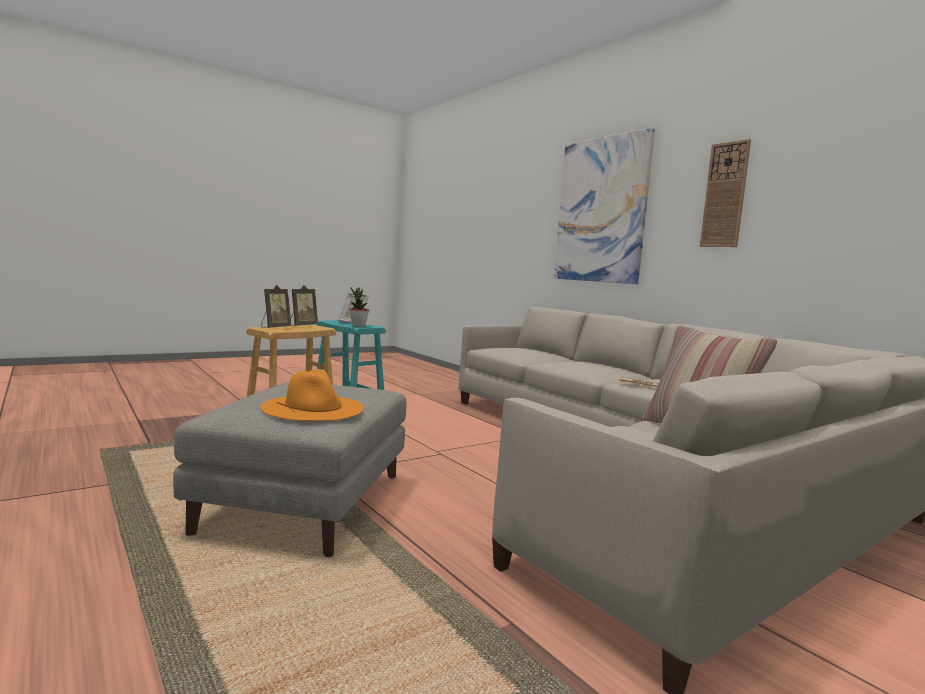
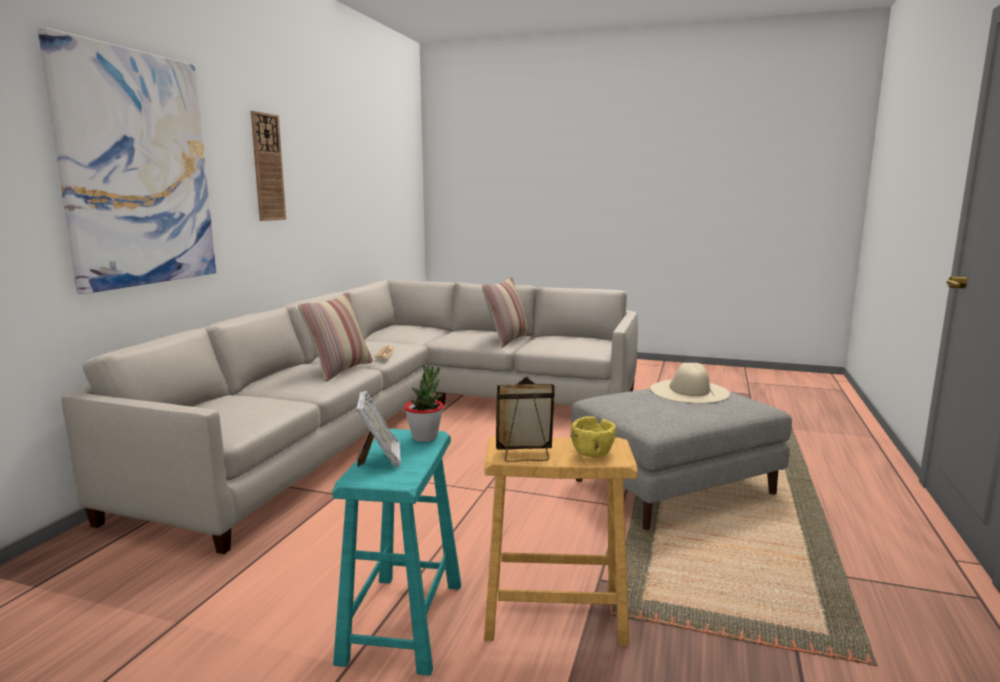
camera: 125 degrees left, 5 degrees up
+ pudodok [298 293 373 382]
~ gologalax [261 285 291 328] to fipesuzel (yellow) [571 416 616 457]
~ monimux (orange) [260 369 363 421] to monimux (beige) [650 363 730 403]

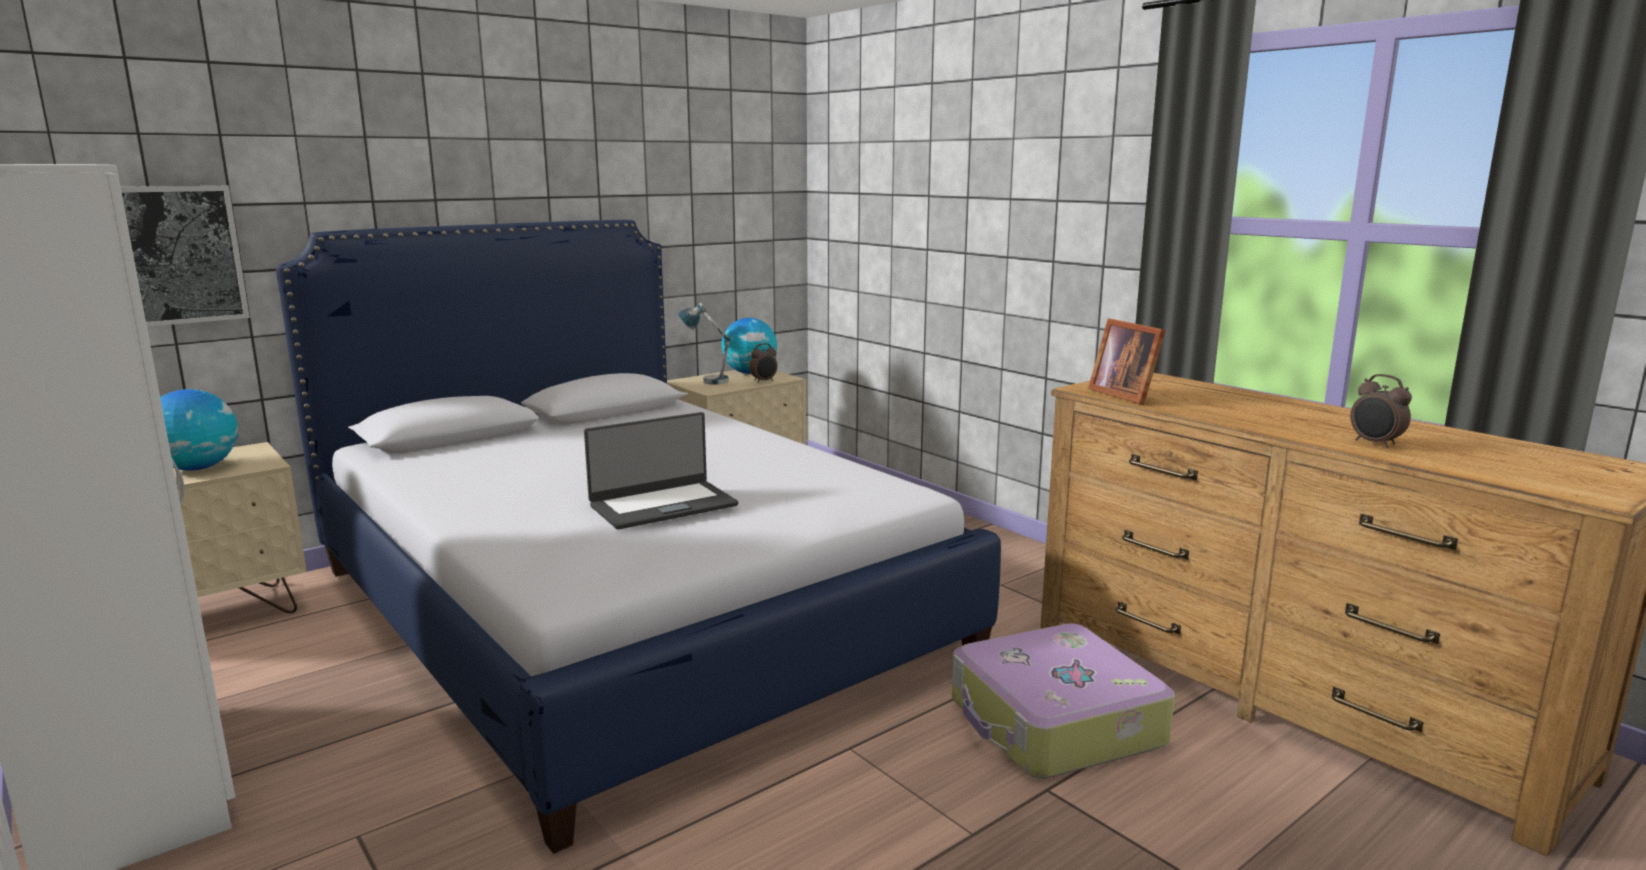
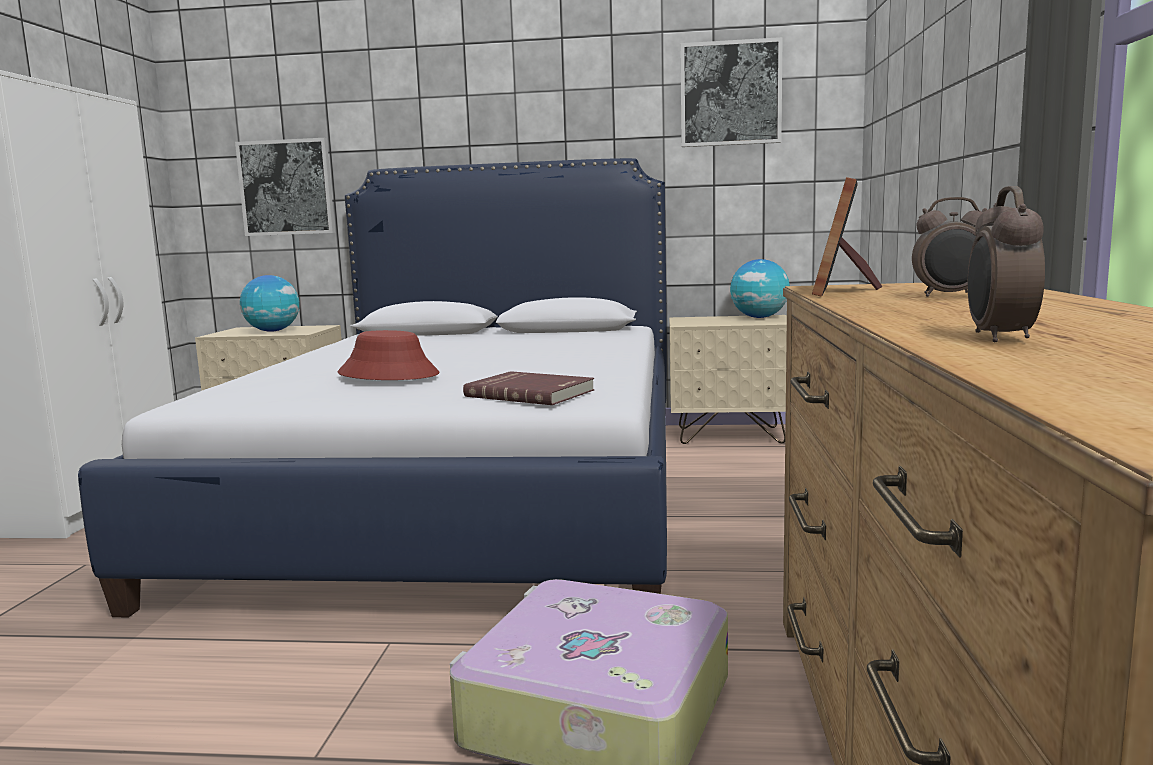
camera: 45 degrees right, 5 degrees down
~ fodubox [584 412 738 530] to monimux (red) [337 330 439 380]
+ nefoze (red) [463 371 595 405]
+ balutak [680 37 783 147]
~ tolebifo [749 343 778 383] to [912 197 987 297]
- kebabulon [678 303 731 385]

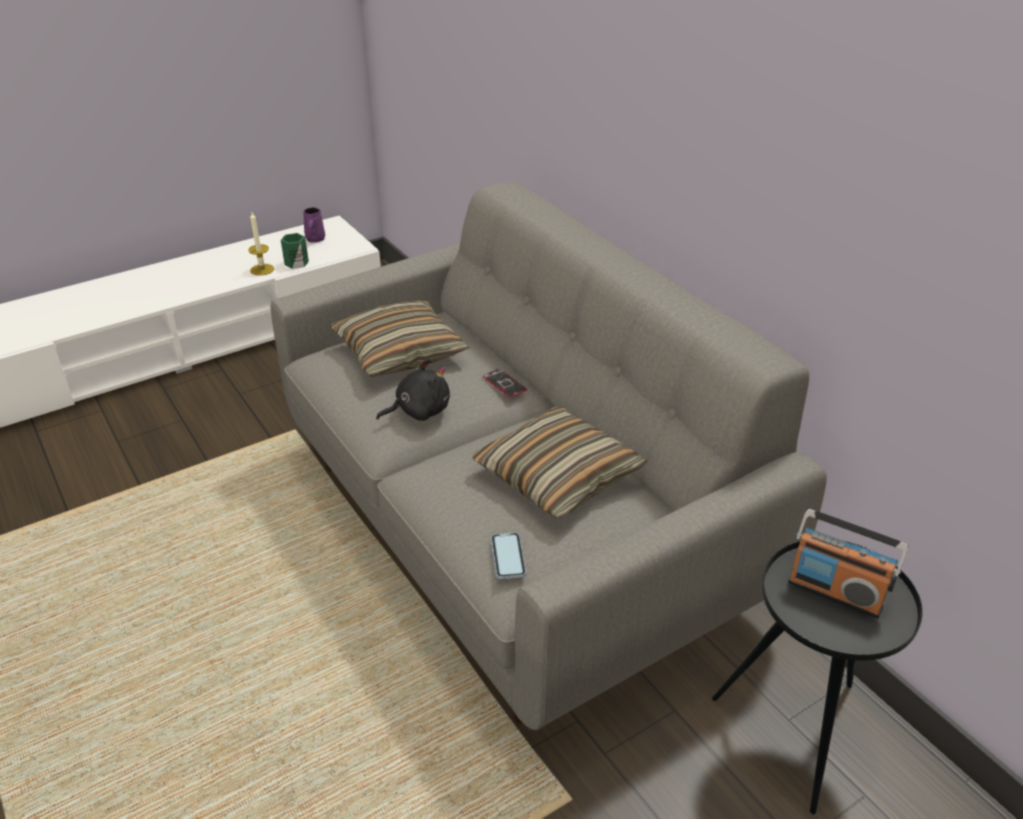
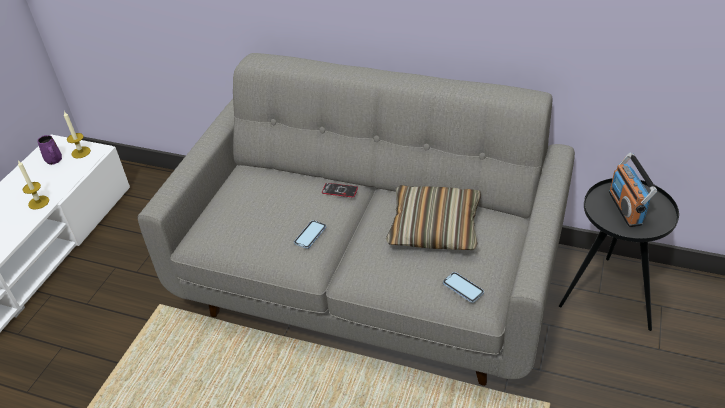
camera: 35 degrees left, 5 degrees up
+ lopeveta [64 111 91 158]
~ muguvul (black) [376 359 450 421] to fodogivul [294 220 326 249]
~ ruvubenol [788 509 908 619] = [609 153 657 227] 90 degrees clockwise
- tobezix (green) [281 233 309 269]
- pudodok [331 300 470 377]

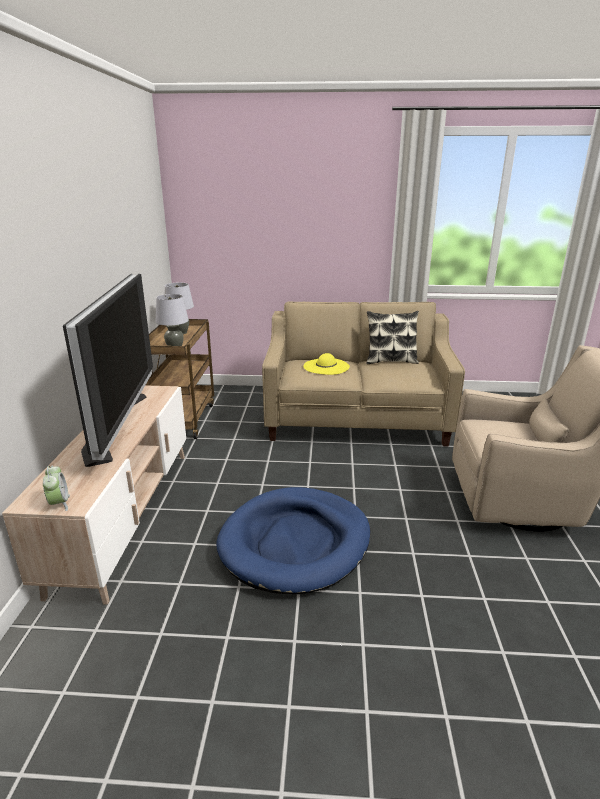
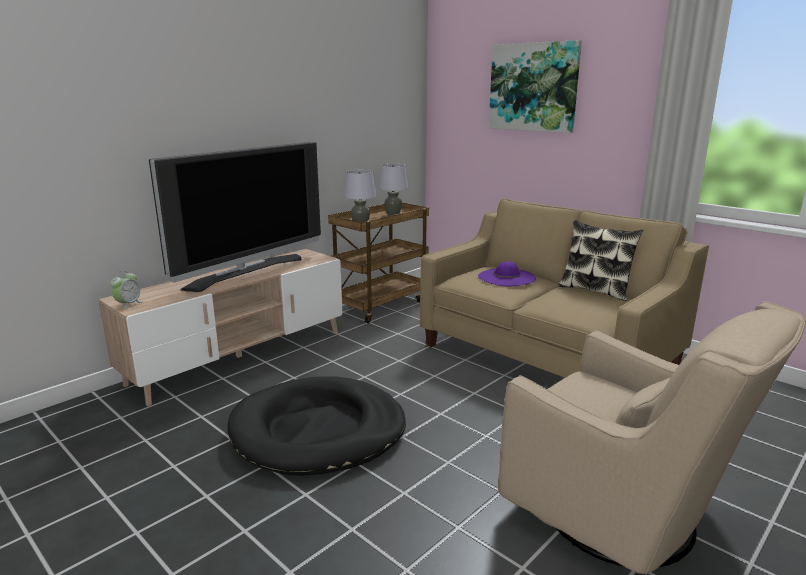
camera: 40 degrees right, 5 degrees down
~ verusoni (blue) [216 487 370 594] to verusoni (black) [227 376 406 476]
~ monimux (yellow) [303 353 350 375] to monimux (purple) [478 261 536 287]
+ balutak [489 40 582 133]

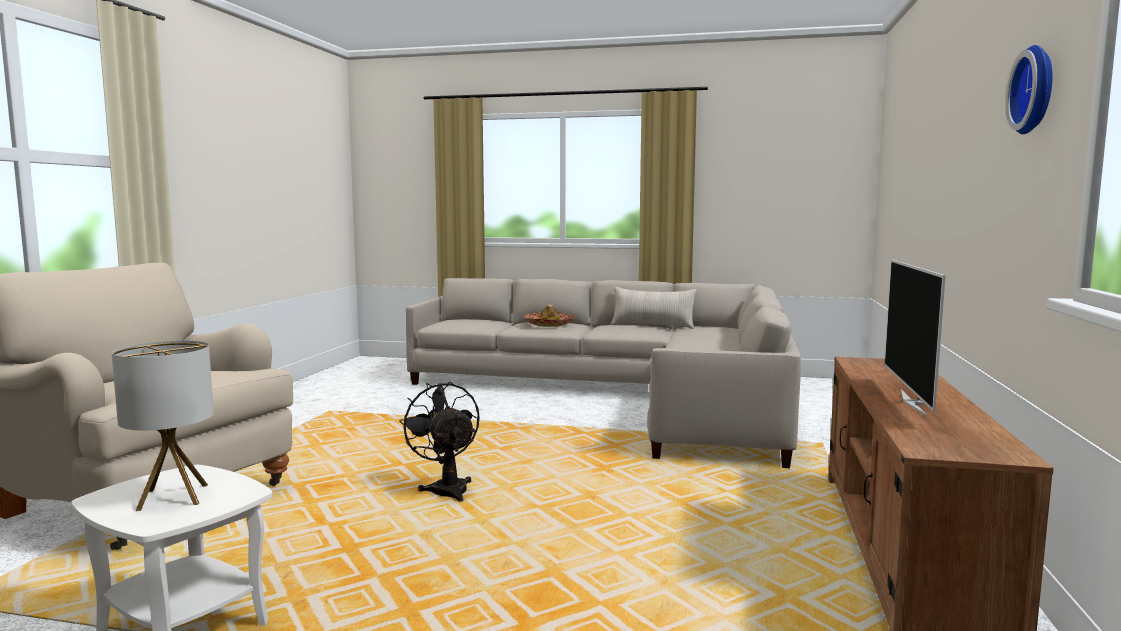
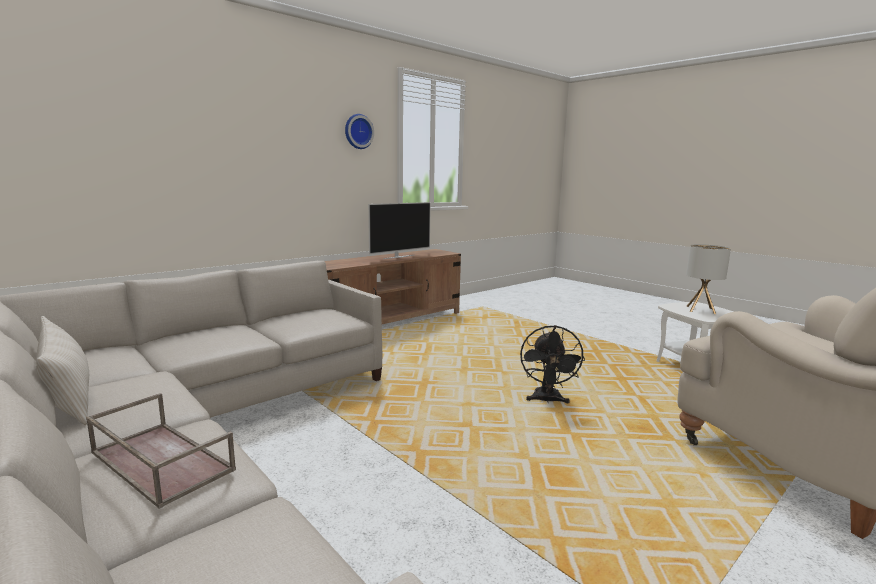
camera: 145 degrees left, 5 degrees up
~ monimux [524 305 575 327] to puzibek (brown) [86 393 236 509]

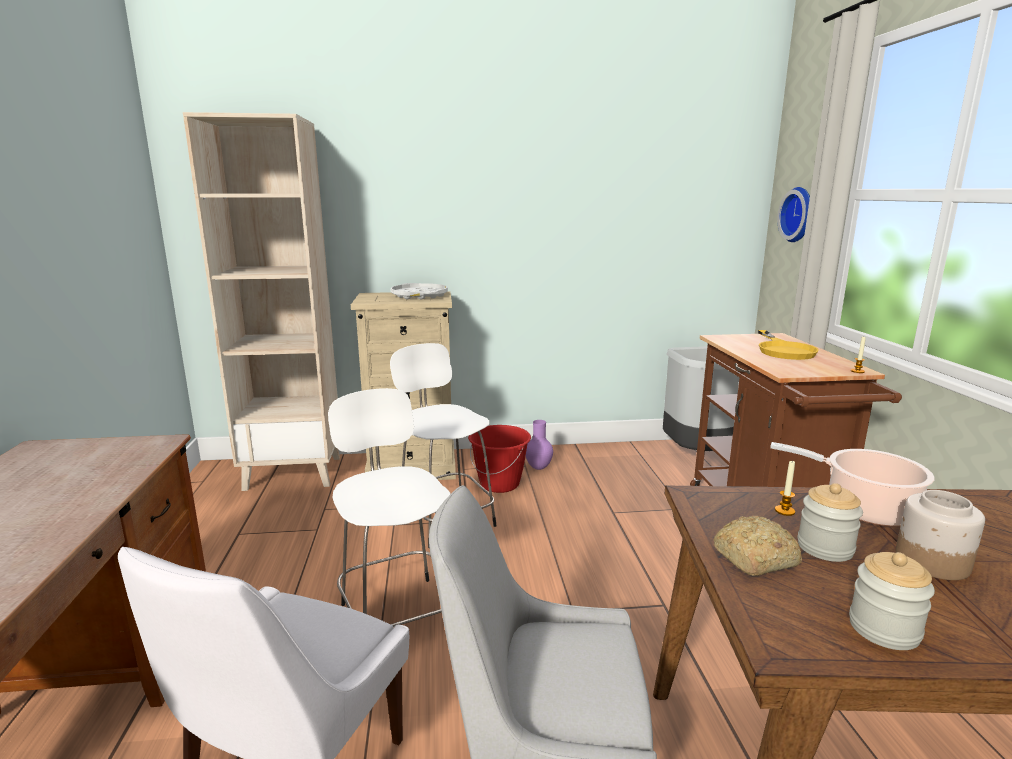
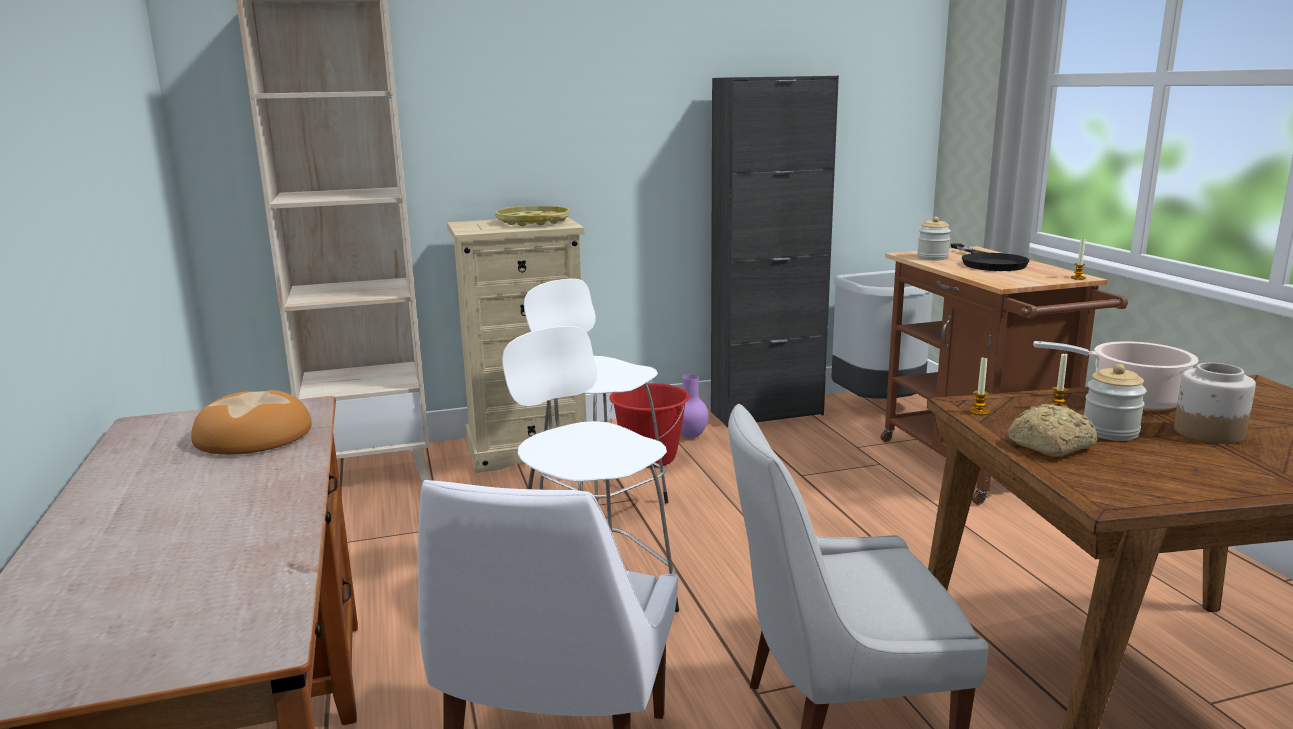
camera: 10 degrees left, 0 degrees up
+ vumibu [191 390 312 455]
~ puzibek (white) [391 283 448 300] to puzibek (yellow) [495 206 570 226]
+ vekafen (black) [711 76 839 427]
~ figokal [849 552 935 650] to [917 216 951 260]
~ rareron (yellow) [758 330 819 360] to rareron (black) [951 243 1030 271]
+ lopeveta [969 356 990 415]
- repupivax [777 187 810 242]

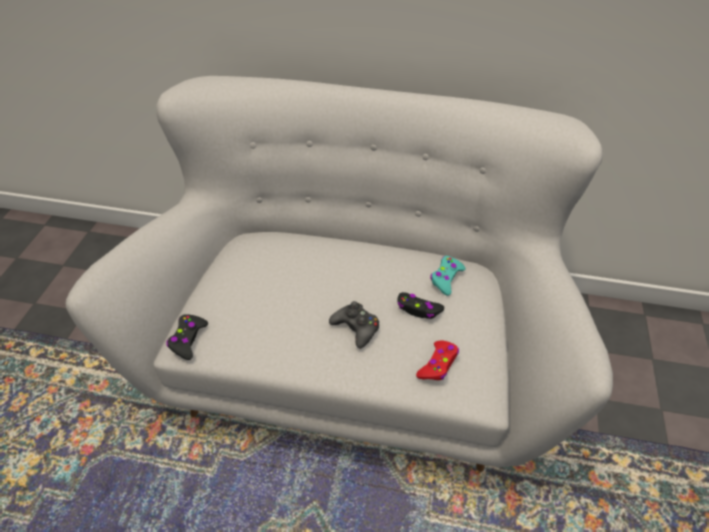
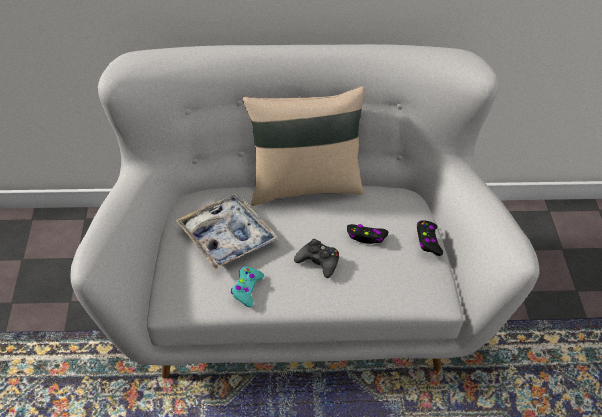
camera: 15 degrees left, 0 degrees up
+ puzibek [176 194 279 270]
~ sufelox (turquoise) [430 256 466 296] to [231 266 264 307]
+ pudodok (beige) [243 86 365 206]
~ sufelox (black) [166 314 208 360] to [417 220 443 256]
- sufelox (red) [416 341 459 380]

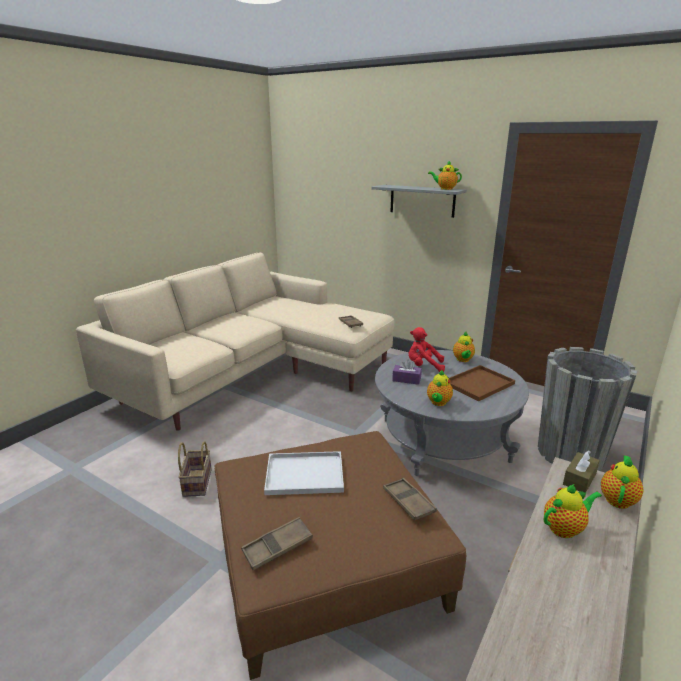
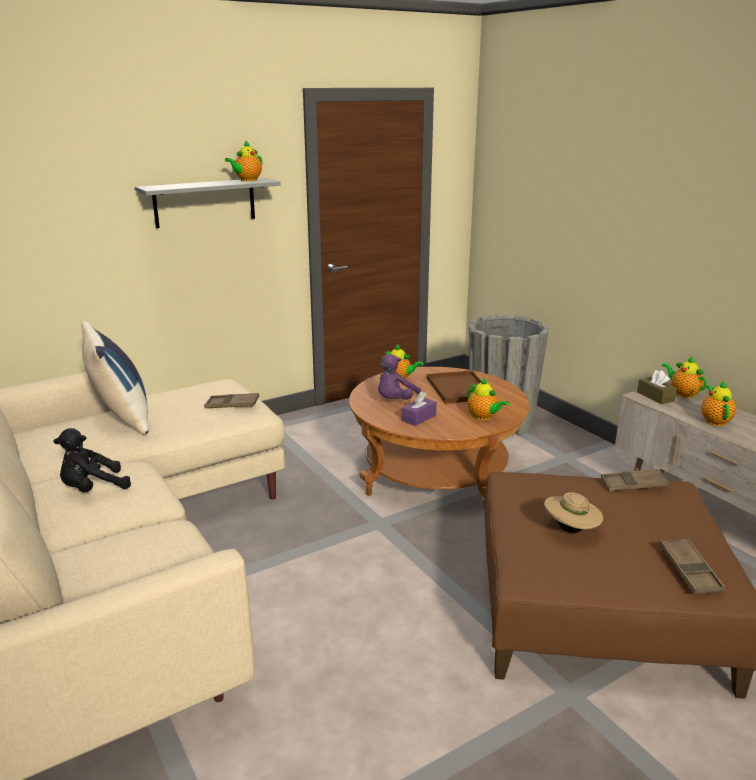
camera: 65 degrees left, 0 degrees up
+ muguvul (black) [53 428 131 492]
+ pudodok (blue) [81 321 149 435]
~ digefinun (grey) [375 350 529 476] to digefinun (brown) [349 367 529 510]
~ muguvul (red) [409 327 445 372] to muguvul (purple) [378 354 422 400]
~ puzibek (white) [264 451 344 495] to monimux (beige) [544 492 603 533]
- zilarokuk [178 441 212 497]

